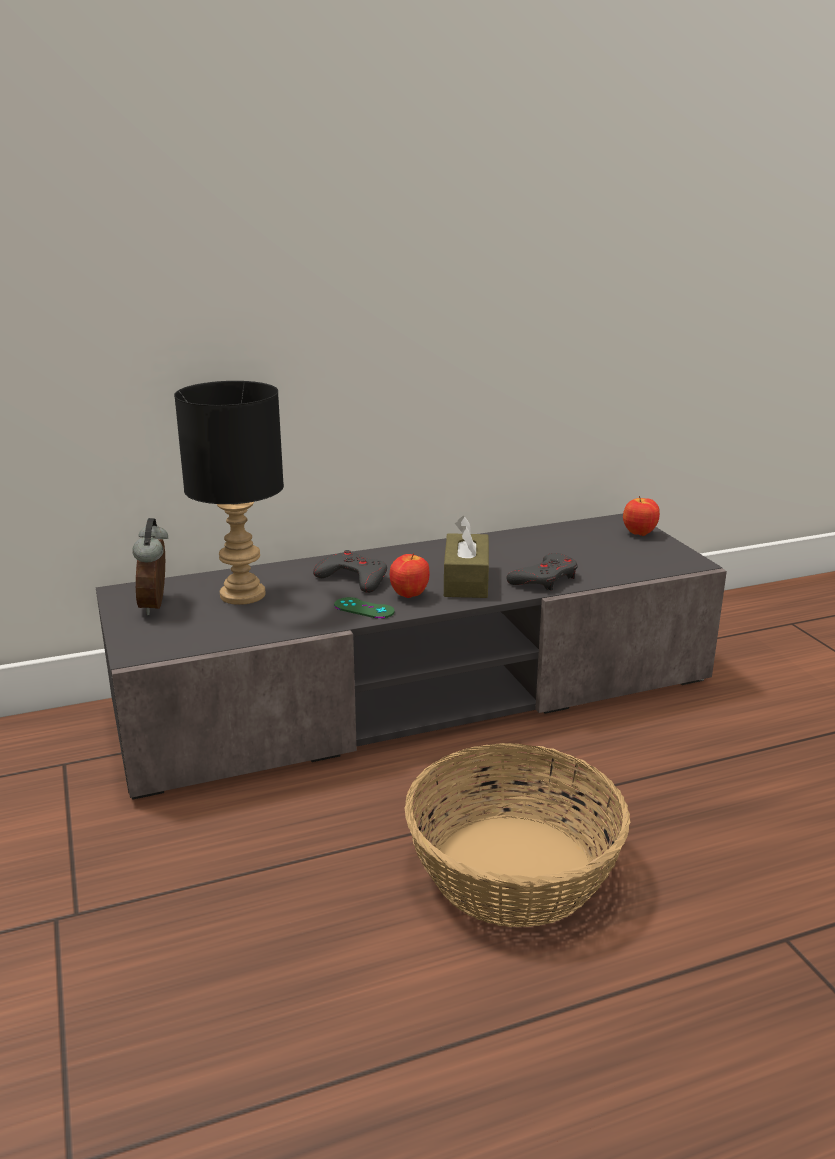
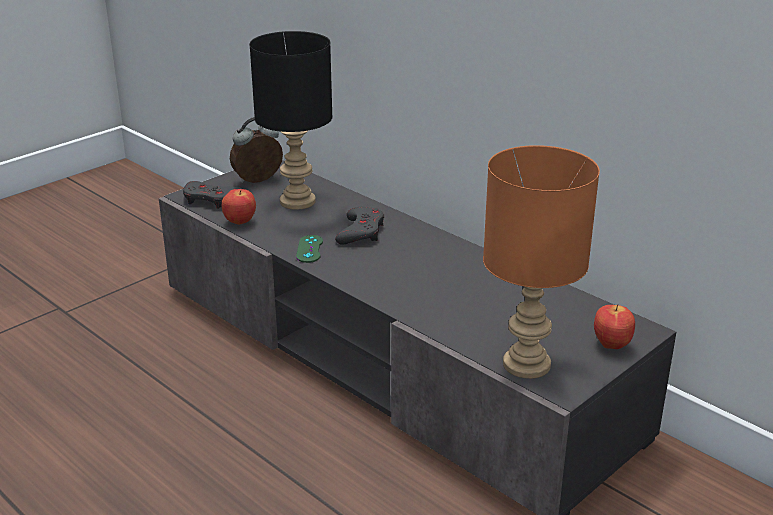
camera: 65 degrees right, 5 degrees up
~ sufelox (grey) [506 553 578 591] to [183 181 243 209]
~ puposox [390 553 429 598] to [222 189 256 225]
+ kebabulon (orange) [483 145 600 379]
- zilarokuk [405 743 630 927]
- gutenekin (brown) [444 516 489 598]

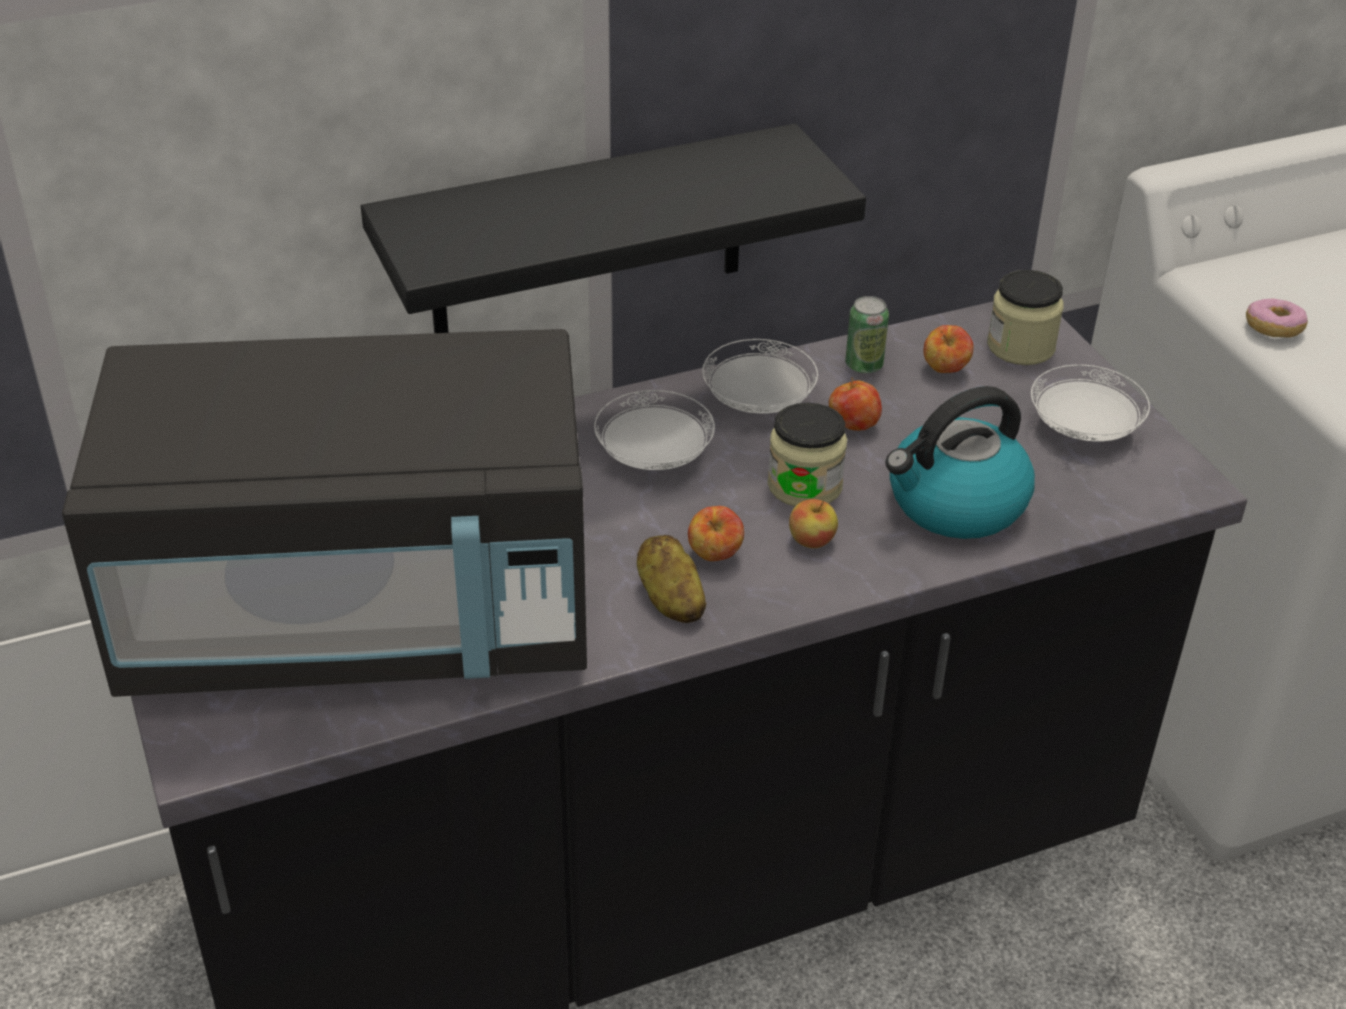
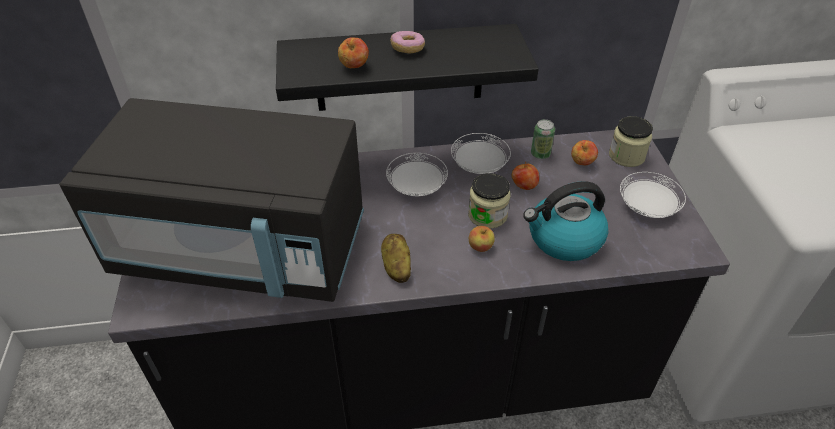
camera: 15 degrees right, 5 degrees up
~ puposox [688 506 744 561] to [338 37 369 68]
~ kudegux [1246 298 1308 338] to [390 31 425 54]

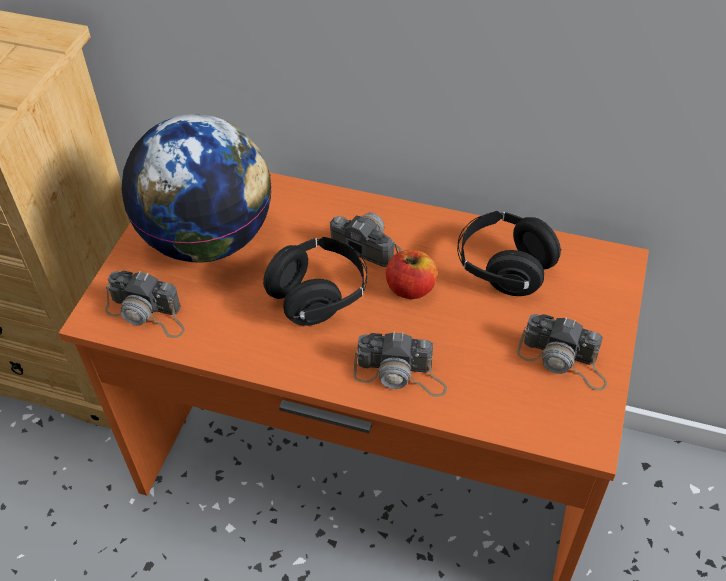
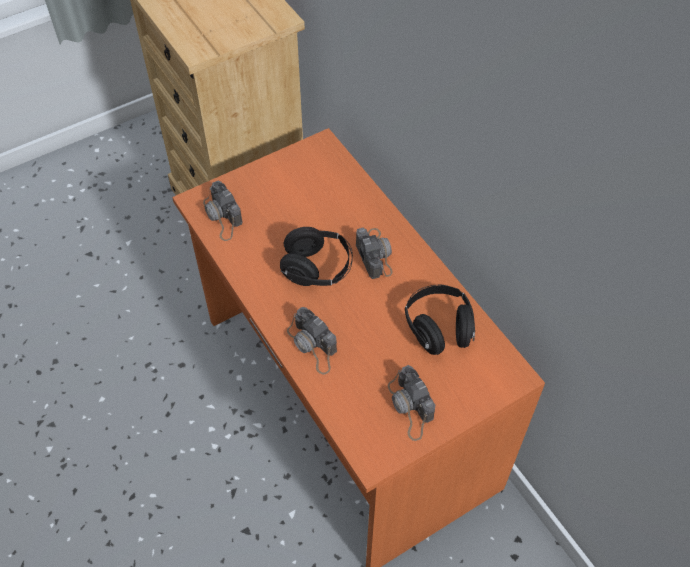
camera: 40 degrees right, 5 degrees up
- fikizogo [121 114 272 263]
- puposox [386 250 437 299]

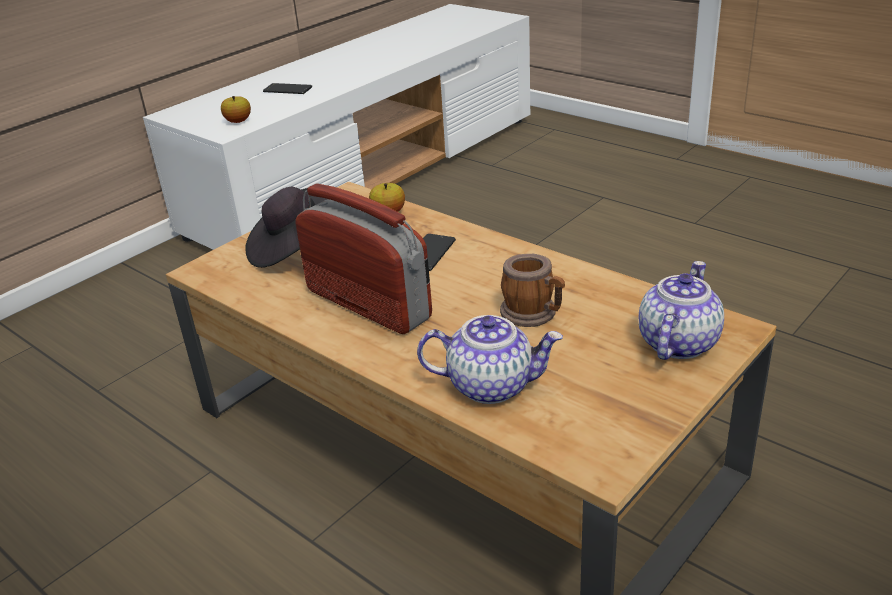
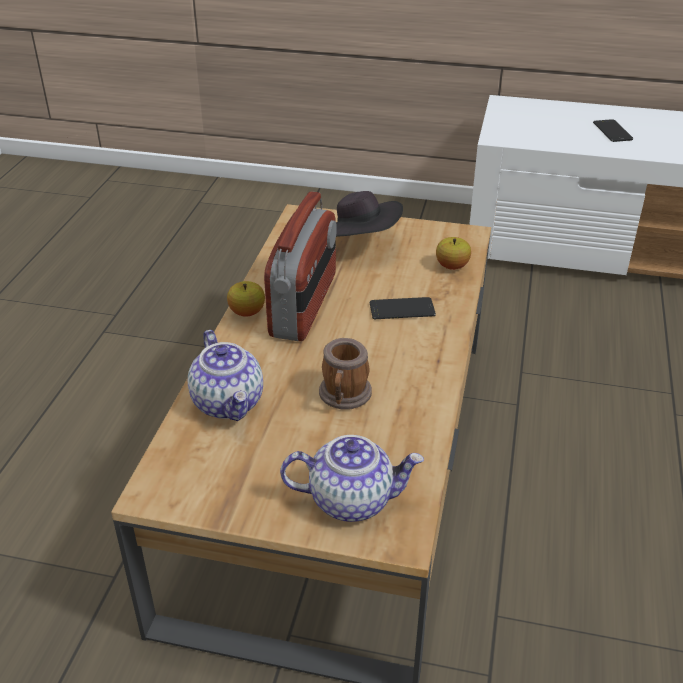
camera: 60 degrees right, 5 degrees up
~ puposox [221 96 251 123] to [227 281 265 317]

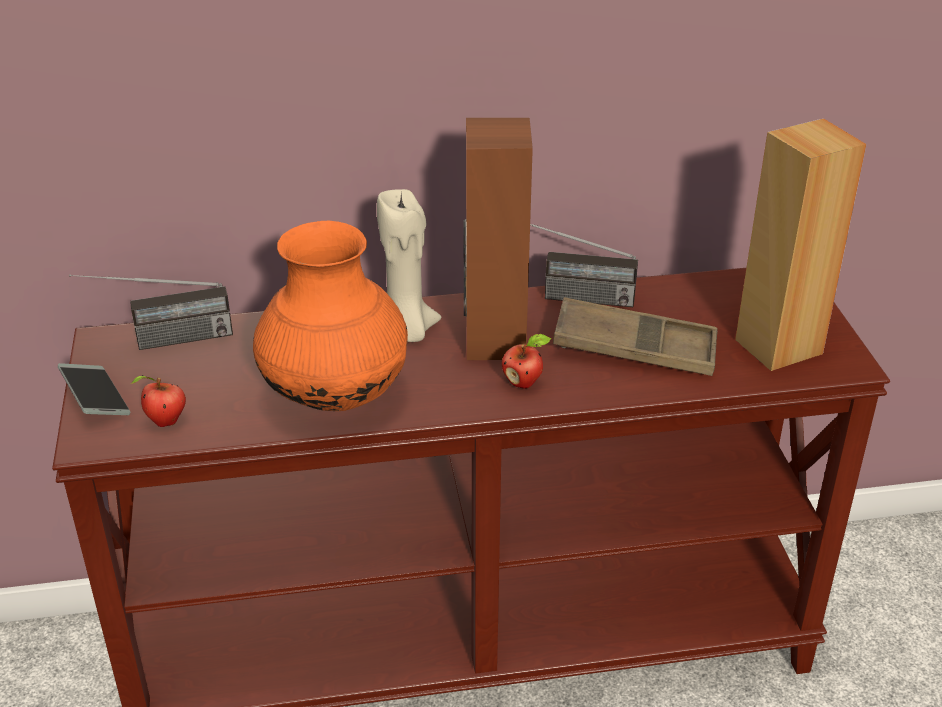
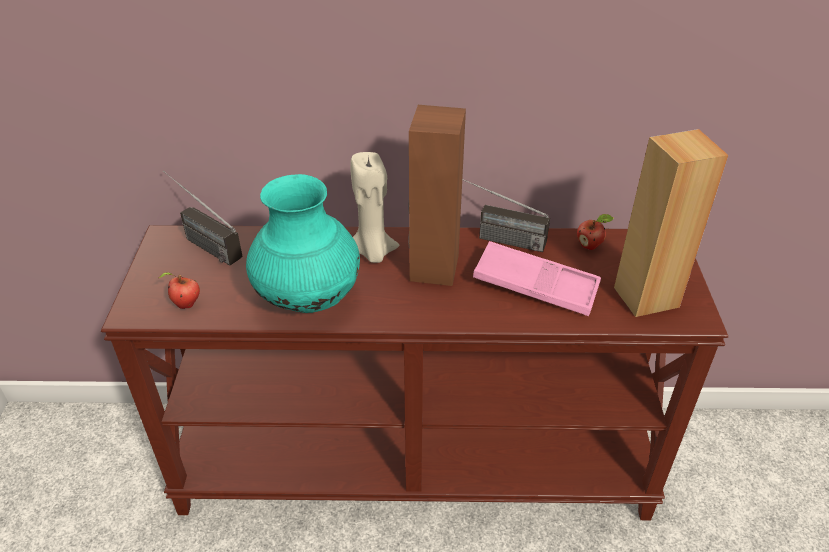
camera: 10 degrees right, 5 degrees up
~ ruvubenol [69 274 233 350] = [163 171 243 265] 45 degrees clockwise
~ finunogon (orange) [253 221 408 411] to finunogon (turquoise) [246 174 360 313]
~ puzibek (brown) [553 297 718 376] to puzibek (pink) [473 241 601 316]
~ puposox [502 334 551 389] to [577 214 614 250]
- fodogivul [58 363 130 415]

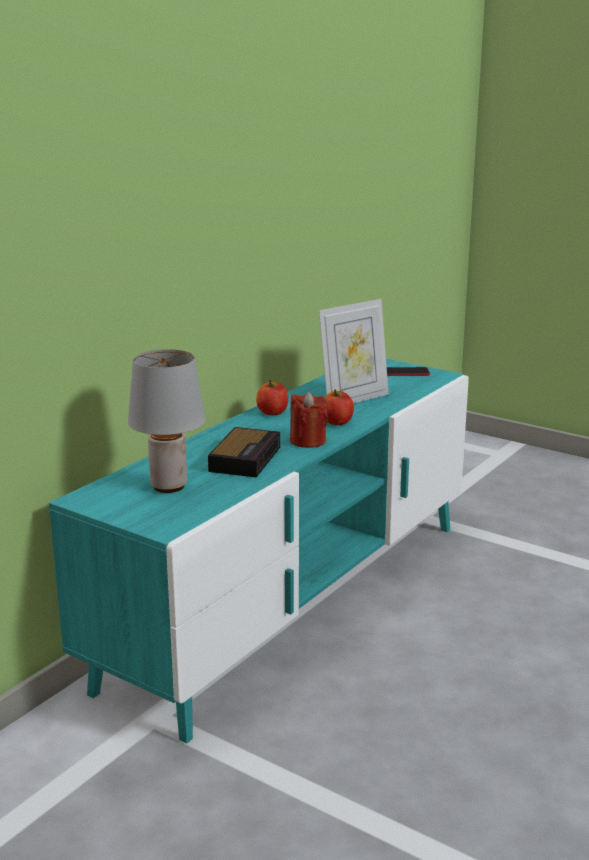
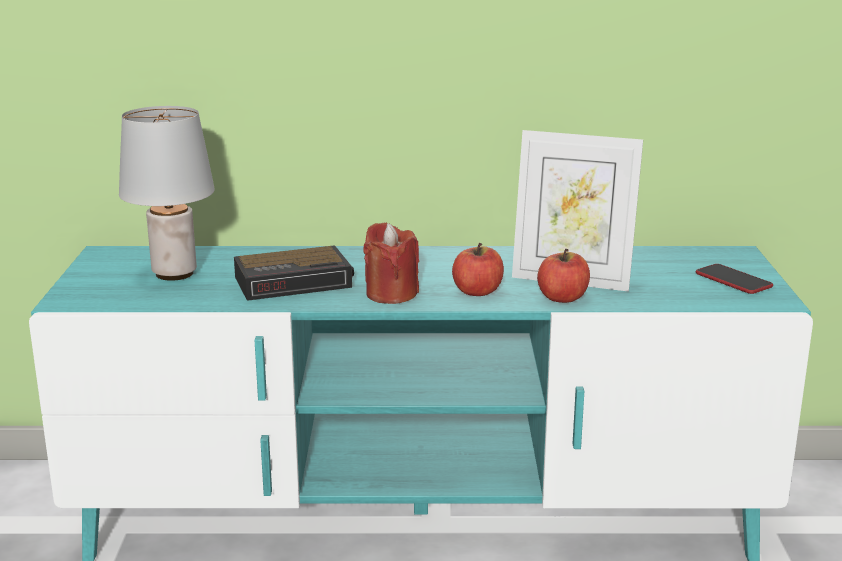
camera: 55 degrees right, 0 degrees up
~ puposox [256 380 288 415] to [537 249 590 303]

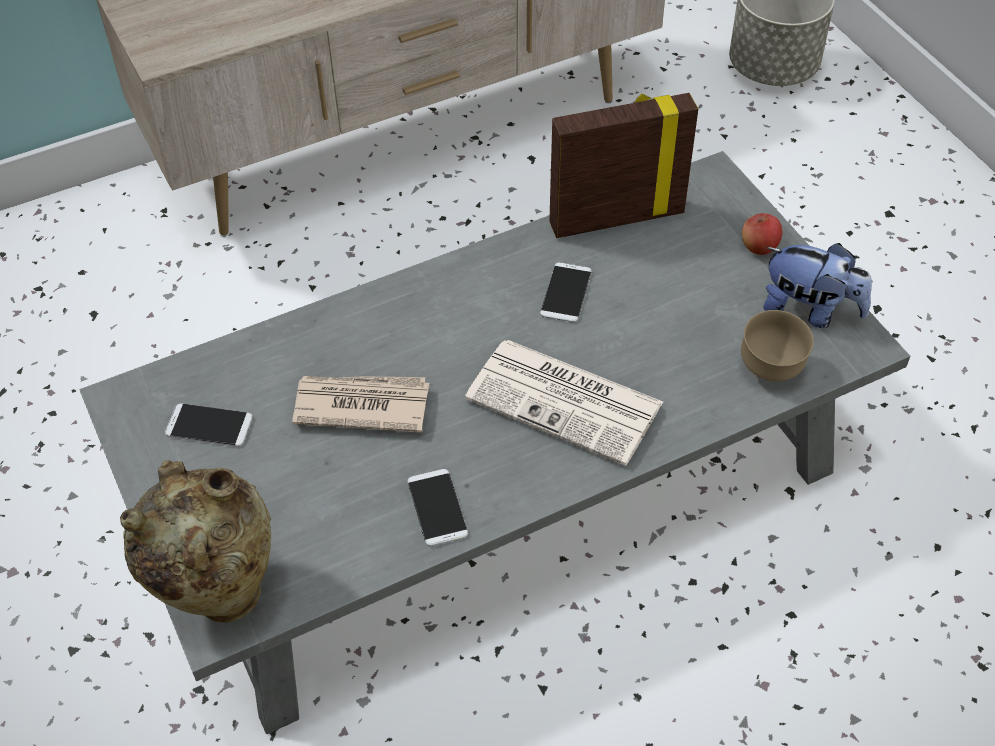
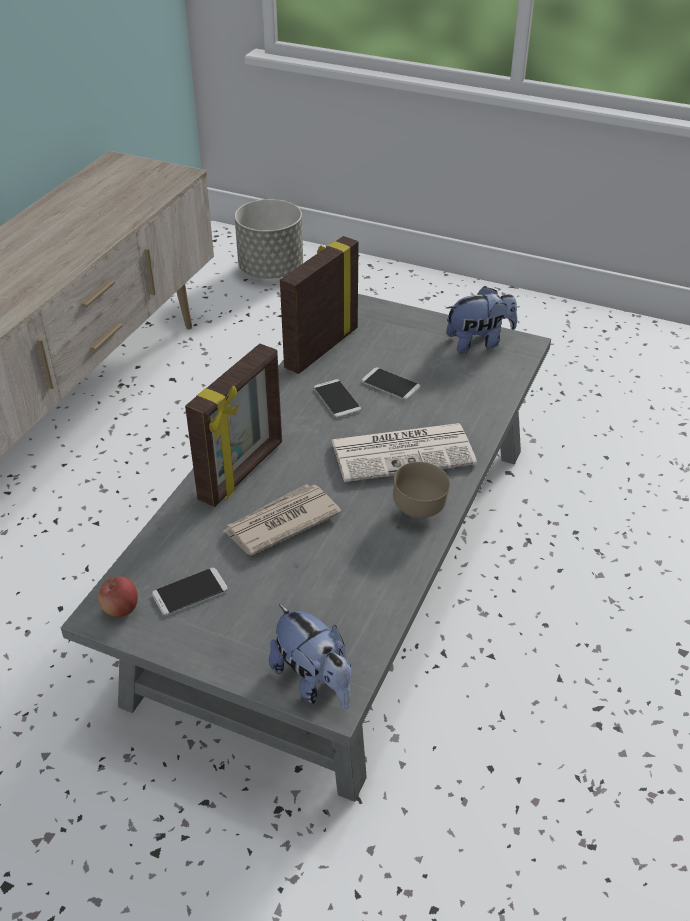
camera: 40 degrees left, 10 degrees down
~ puposox [742 213 782 255] to [98 576 138 617]
+ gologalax [185 344 282 507]
~ finunogon (beige) [120 460 271 623] to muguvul [269 604 351 709]
~ fodogivul [407 469 468 546] to [362 367 421 400]
~ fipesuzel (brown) [741 310 814 381] to [393 462 450 518]

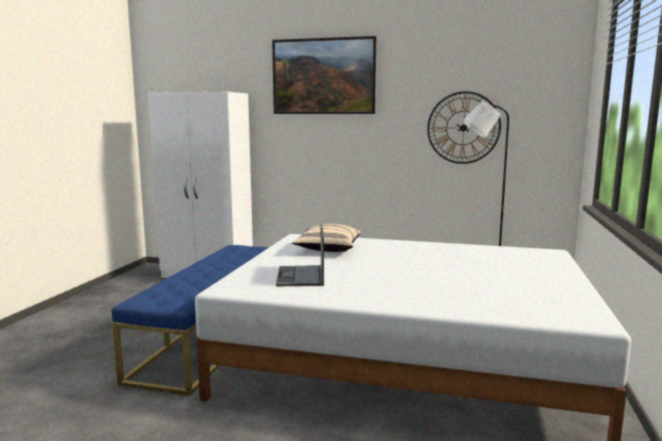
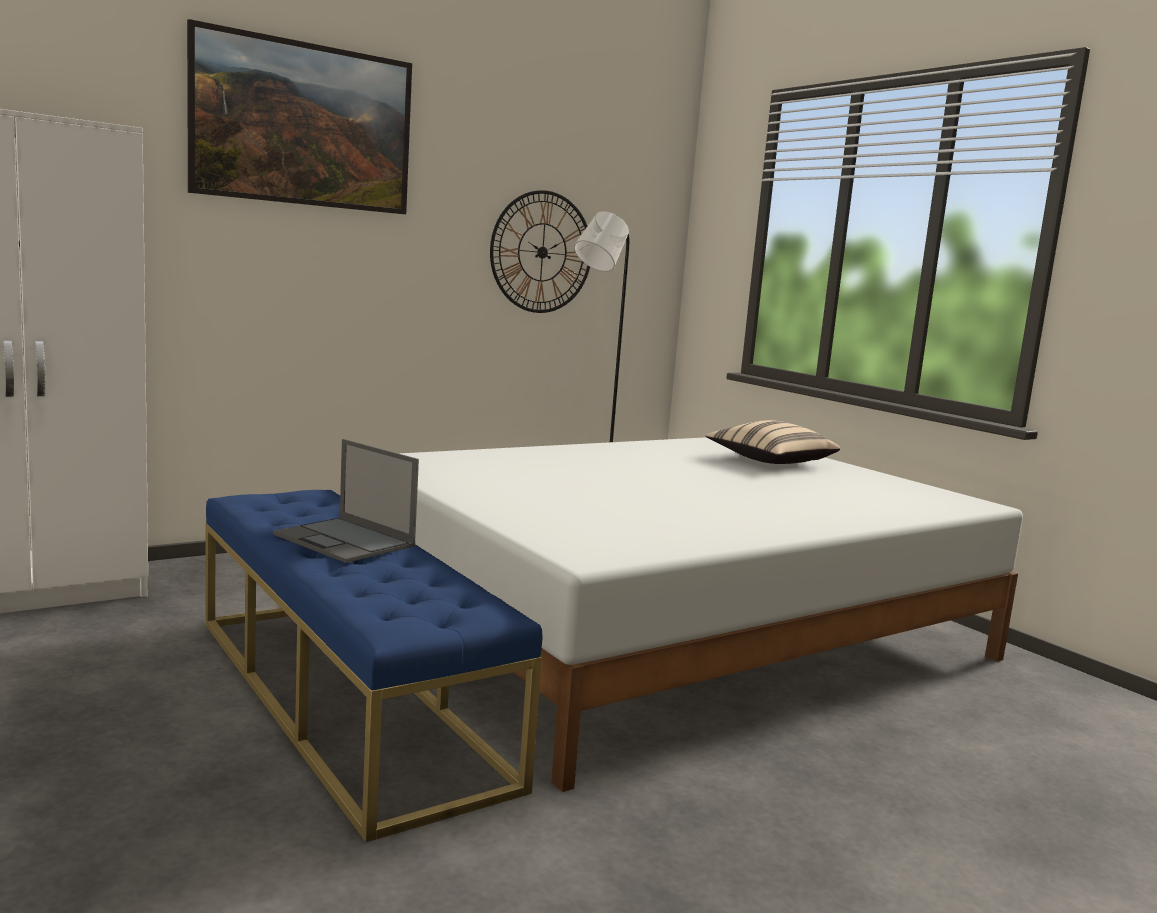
camera: 50 degrees left, 0 degrees up
~ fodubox [276 224 324 286] to [273 439 419 563]
~ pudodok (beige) [292 224 361 252] to [705 420 840 464]

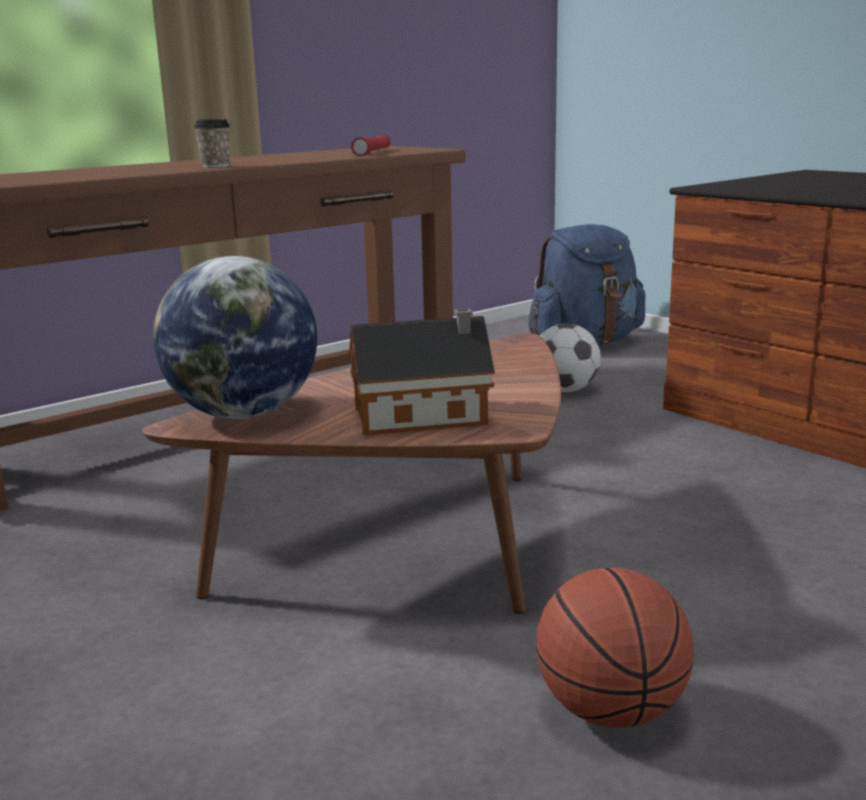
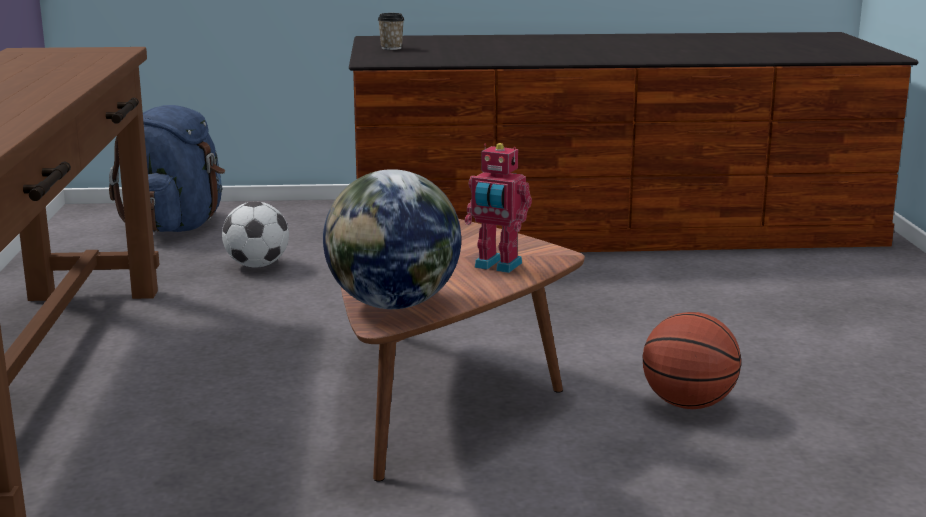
camera: 55 degrees left, 0 degrees up
~ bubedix [194 119 230 168] to [378 13 404 50]
~ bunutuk [349 308 495 435] to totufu [465 143 532 273]
- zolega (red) [351 135 391 156]

